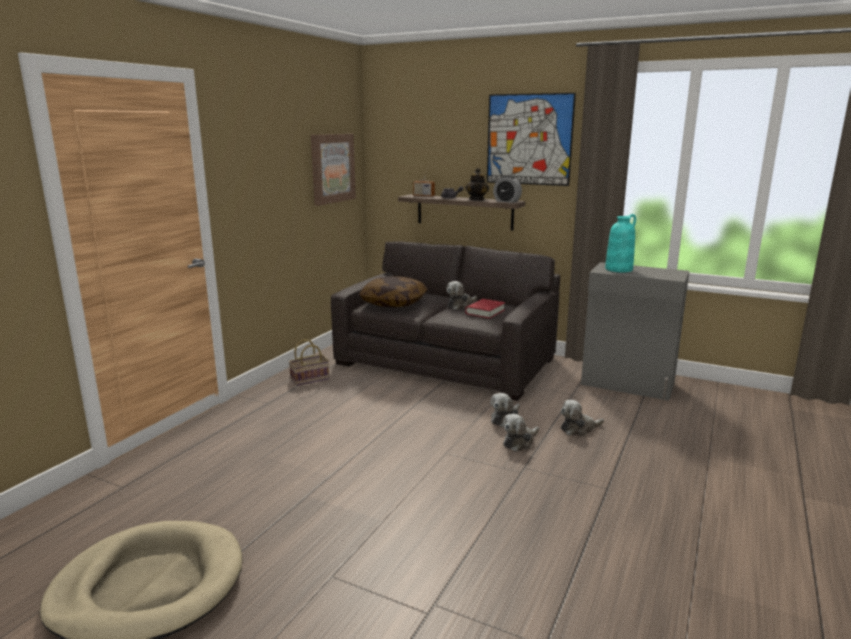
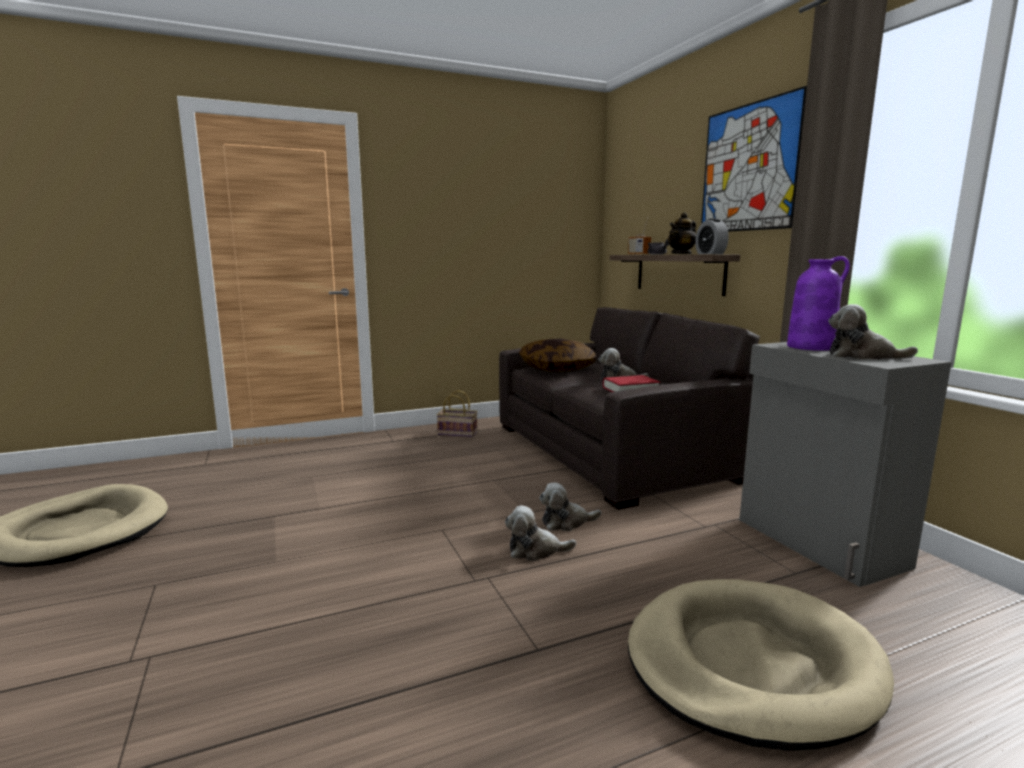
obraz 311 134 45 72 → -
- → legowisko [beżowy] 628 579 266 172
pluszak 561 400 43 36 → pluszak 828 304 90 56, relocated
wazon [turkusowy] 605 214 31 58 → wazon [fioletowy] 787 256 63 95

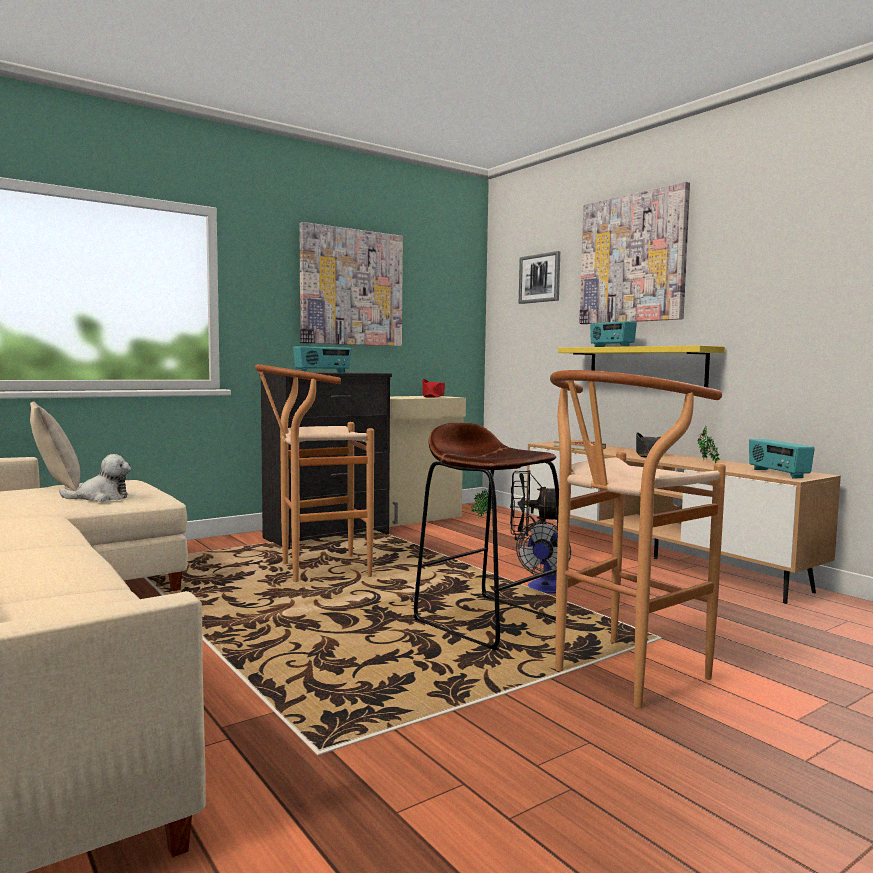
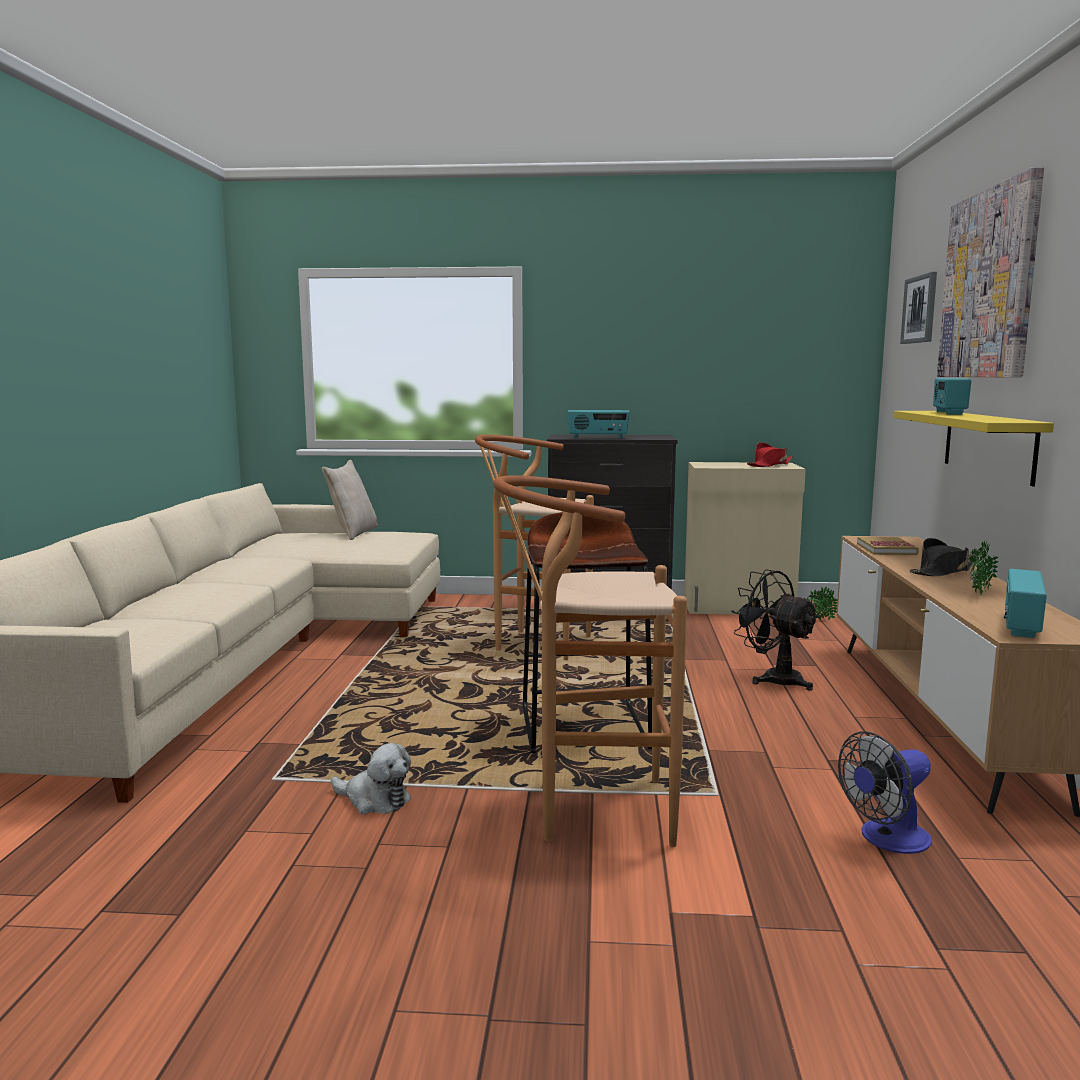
obraz 300 222 103 124 → -
pluszak 59 454 72 48 → pluszak 331 743 80 71, relocated
wentylator 516 522 55 71 → wentylator 838 731 94 123, relocated

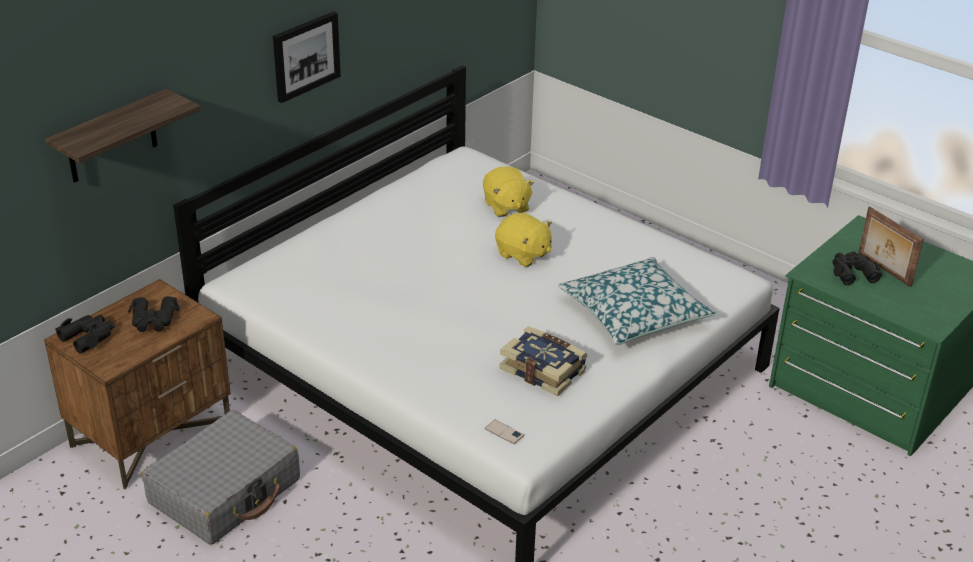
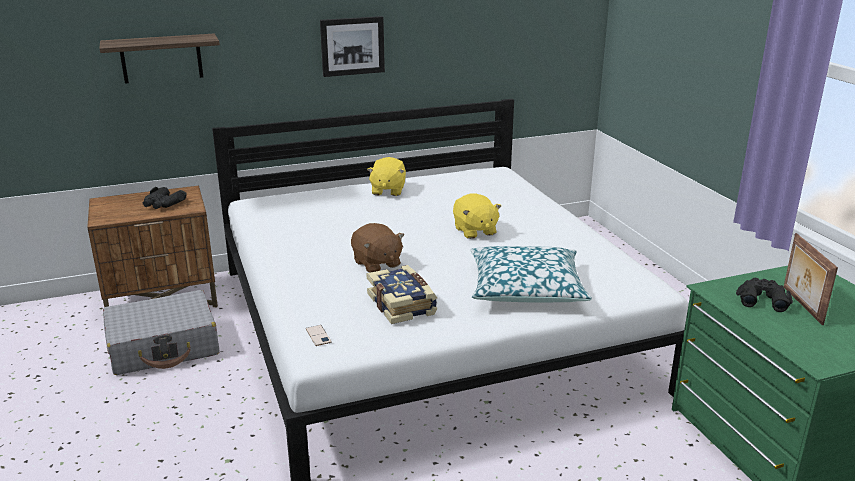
lornetka [czarny] 55 314 60 40 → -
- → pluszak [brązowy] 351 223 53 50
pluszak [żółty] 483 167 52 50 → pluszak [żółty] 367 157 39 39, relocated

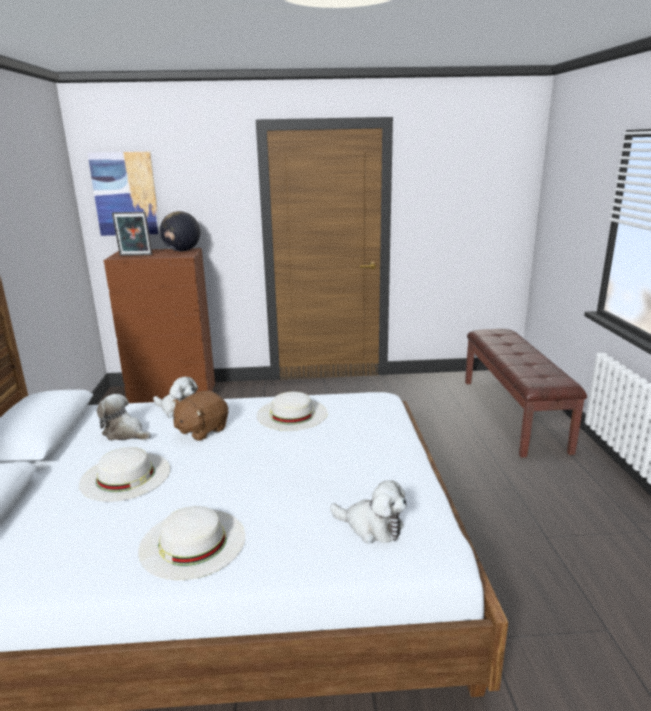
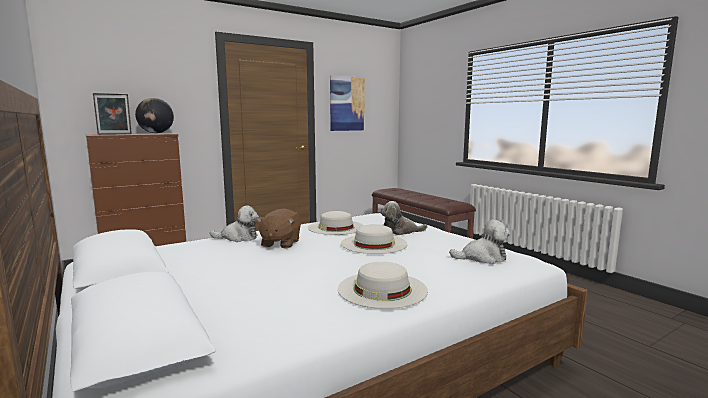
kapelusz [biały] 79 447 91 55 → kapelusz [biały] 341 224 66 30, relocated
obraz 88 152 72 84 → obraz 330 75 35 56, relocated
pluszak 97 394 54 46 → pluszak 380 201 47 34, relocated

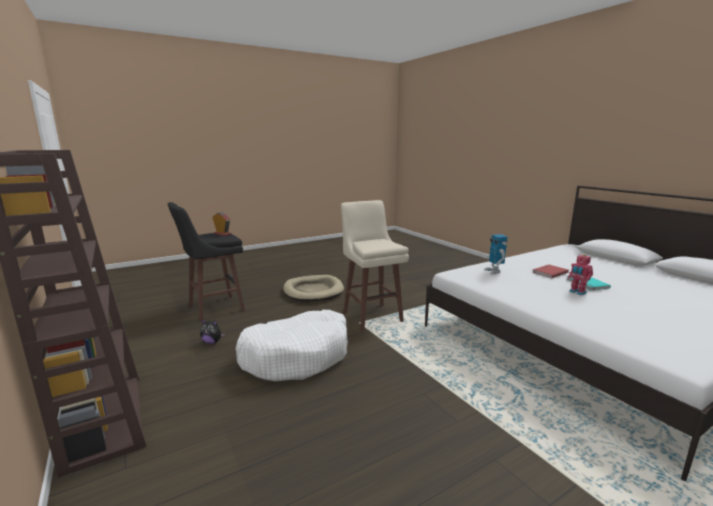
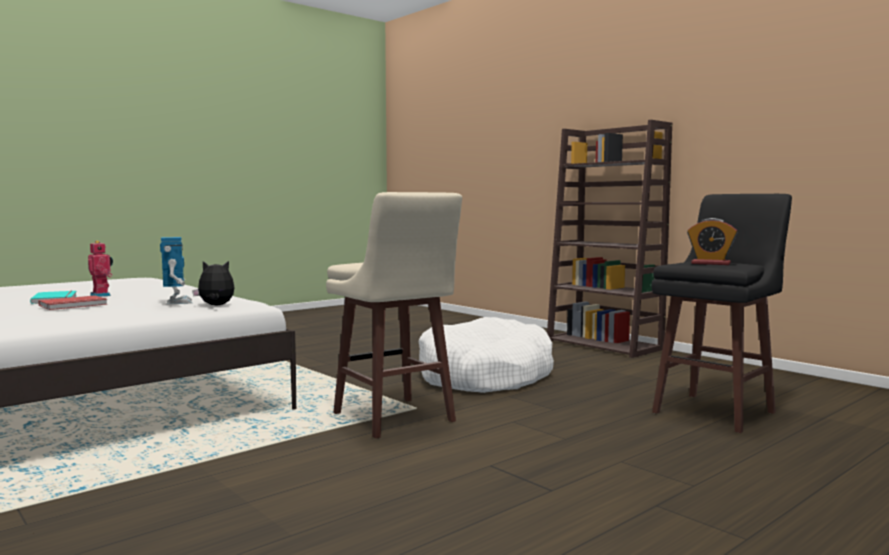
legowisko [beżowy] 283 275 61 27 → -
pluszak 200 320 25 24 → pluszak 192 261 43 44, relocated

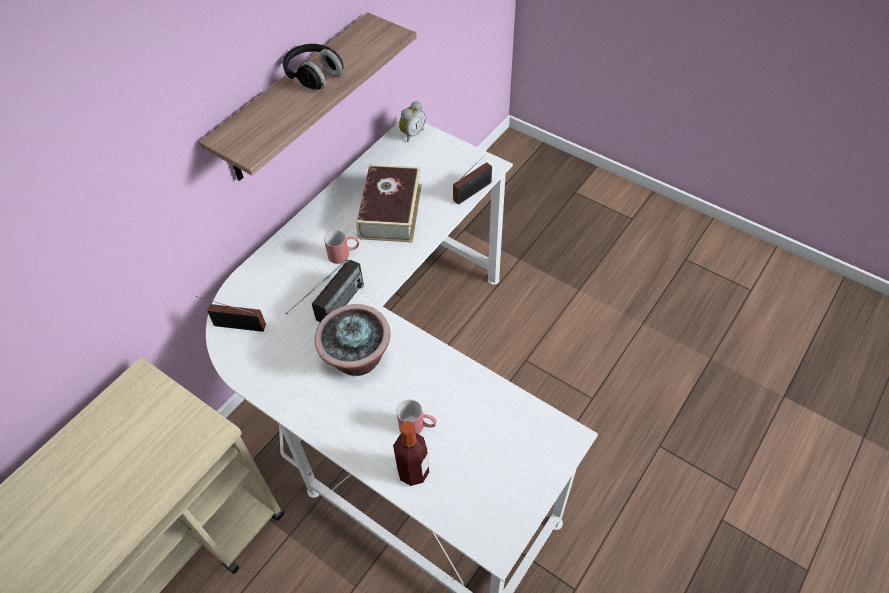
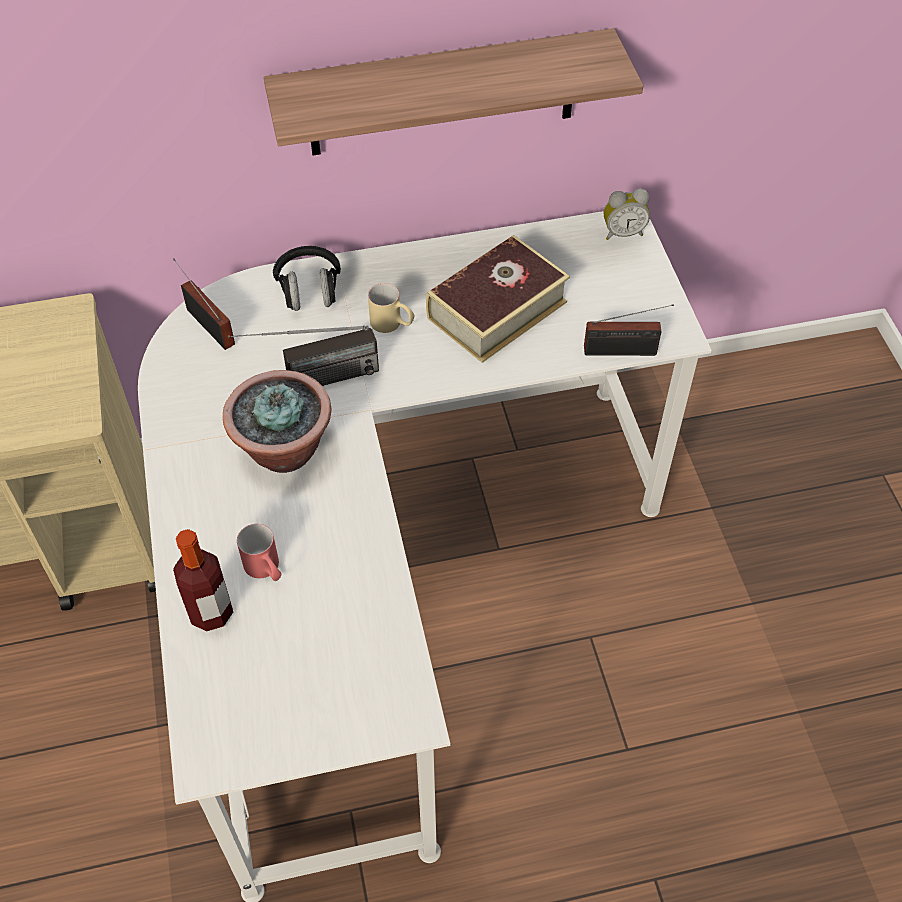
słuchawki [czarny] 282 44 62 46 → słuchawki [czarny] 273 246 68 65, relocated
kubek [czerwony] 324 230 35 34 → kubek [beżowy] 368 283 46 50

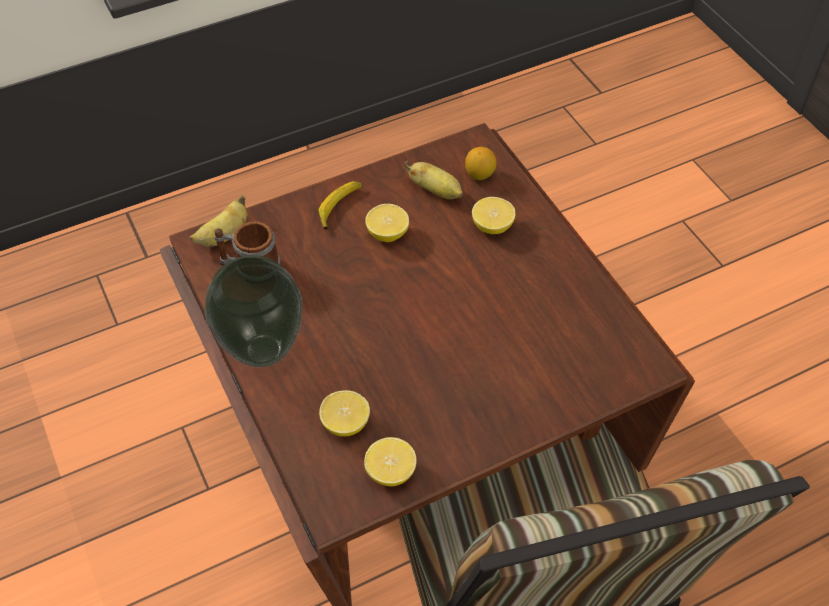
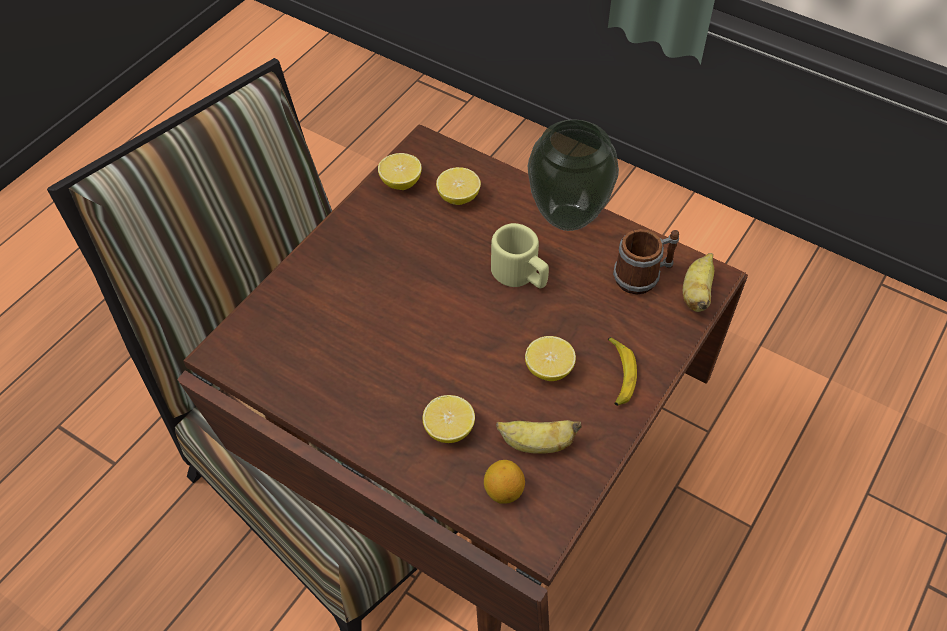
- → kubek [beżowy] 491 223 58 65

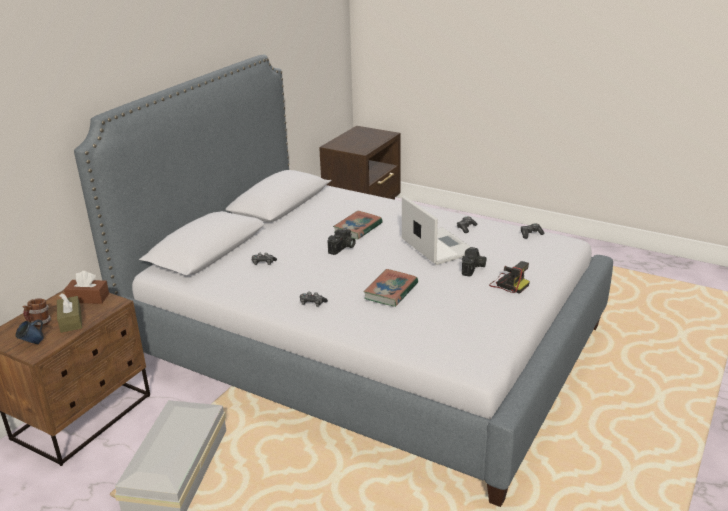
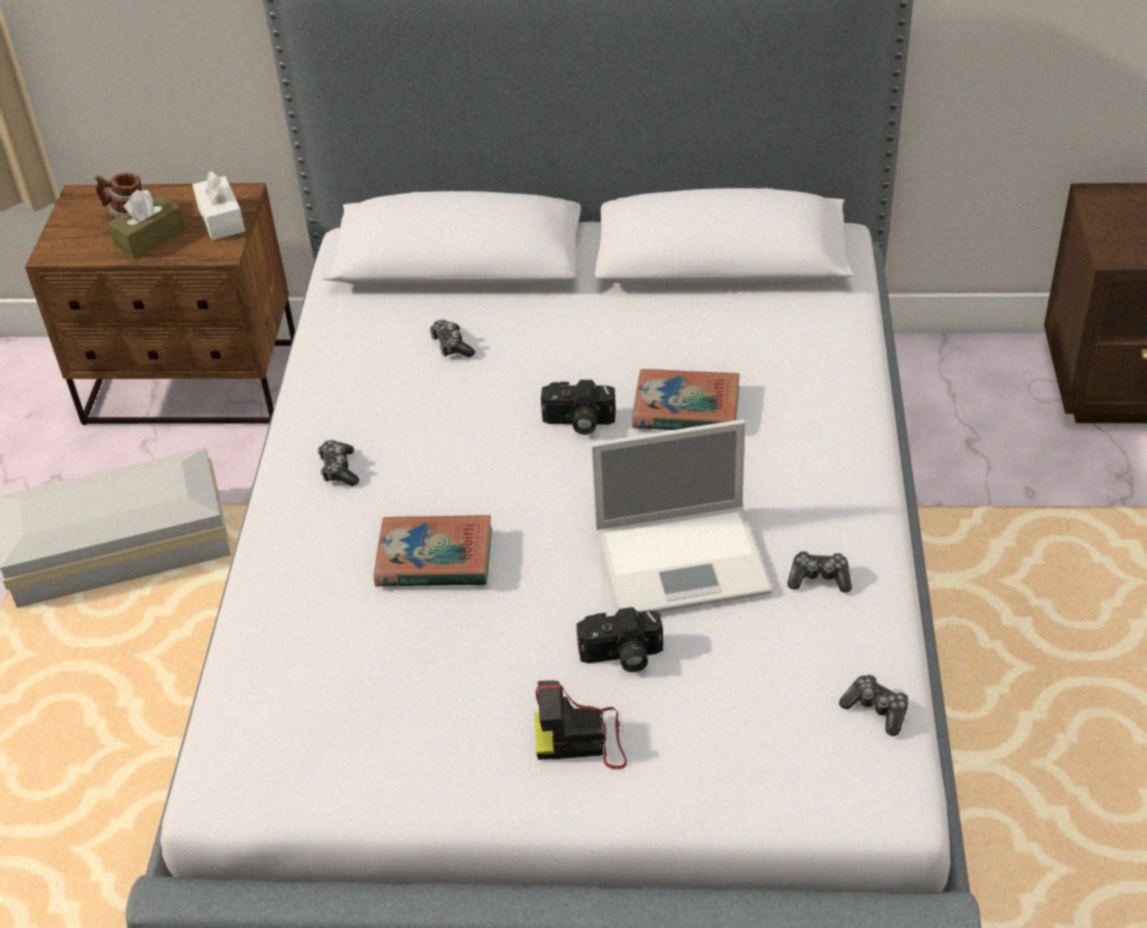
kubek [niebieski] 16 319 28 25 → -
pudełko chusteczek [brązowy] 64 271 45 33 → pudełko chusteczek [biały] 193 171 52 69
laptop 402 196 69 69 → laptop 591 419 181 193, 45 degrees clockwise
aparat fotograficzny 489 261 41 33 → aparat fotograficzny 534 680 93 89, 75 degrees clockwise

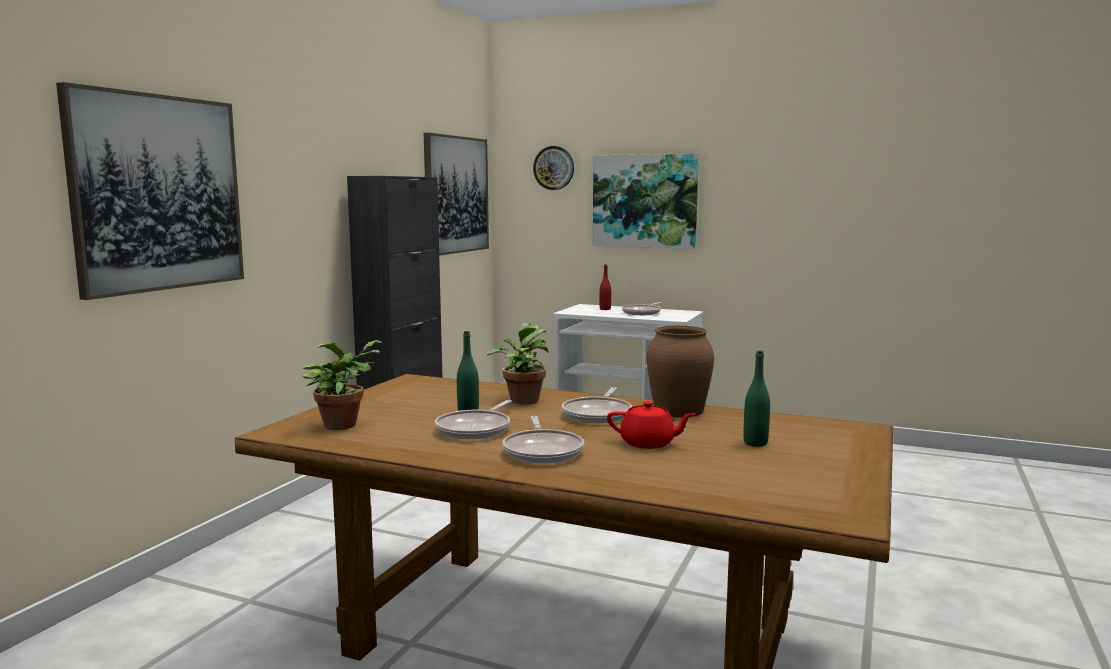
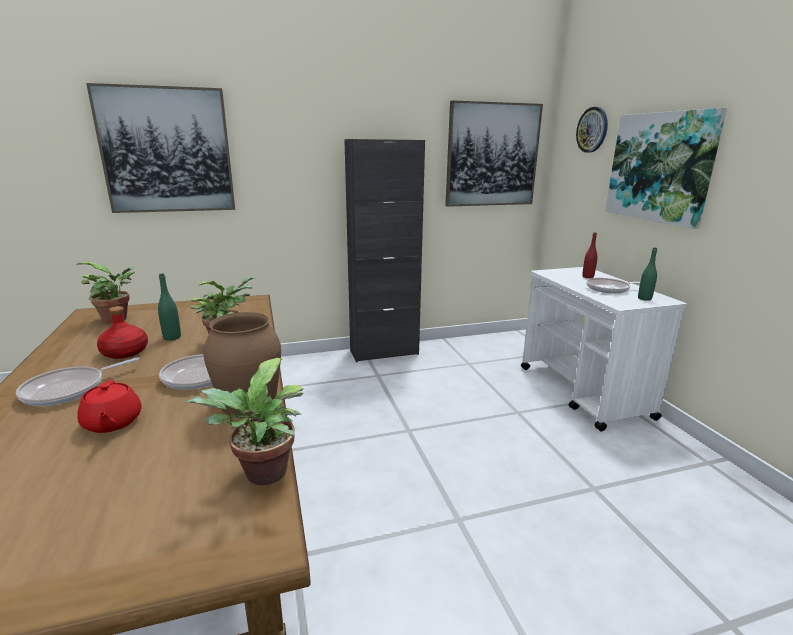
- → roślina doniczkowa 184 358 119 127
butelka [zielony] 744 351 26 96 → butelka [zielony] 638 247 19 54, relocated
patelnia 435 400 77 39 → butelka [czerwony] 97 306 51 53

